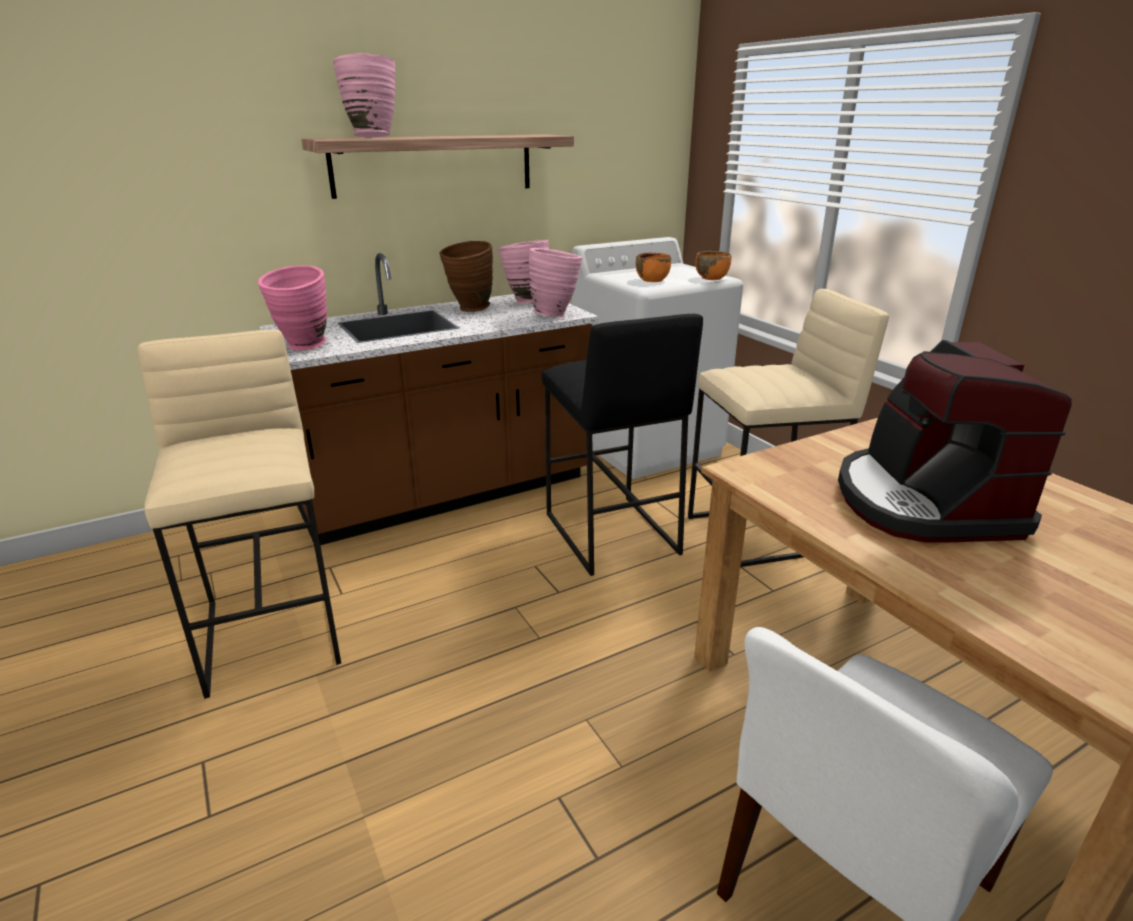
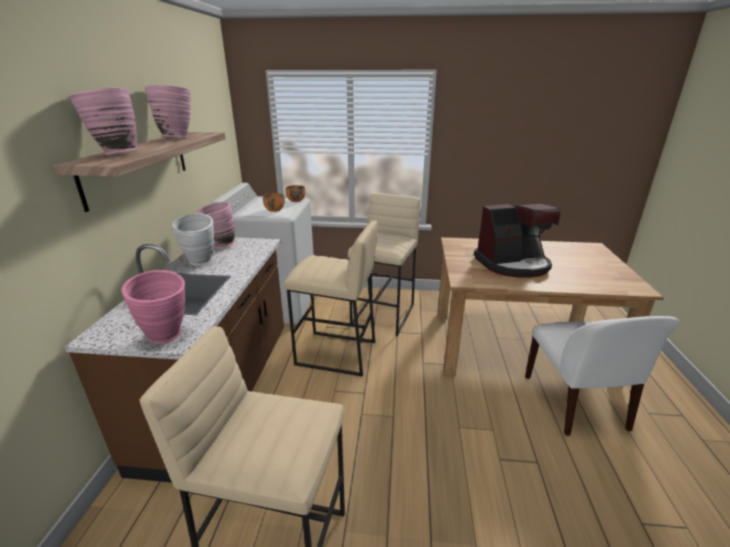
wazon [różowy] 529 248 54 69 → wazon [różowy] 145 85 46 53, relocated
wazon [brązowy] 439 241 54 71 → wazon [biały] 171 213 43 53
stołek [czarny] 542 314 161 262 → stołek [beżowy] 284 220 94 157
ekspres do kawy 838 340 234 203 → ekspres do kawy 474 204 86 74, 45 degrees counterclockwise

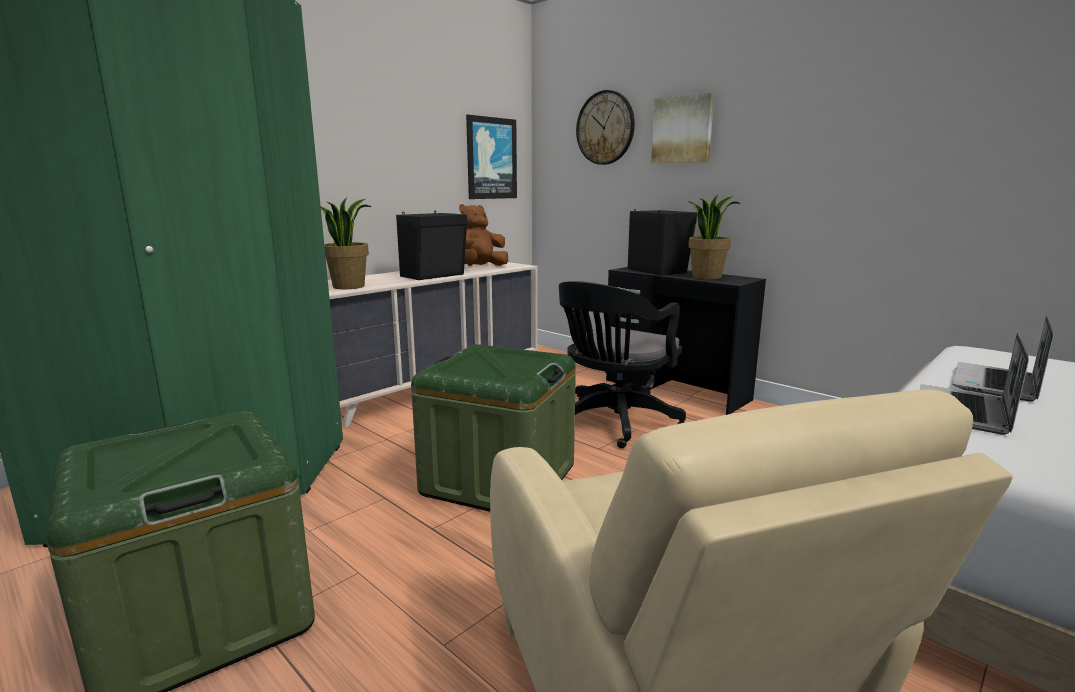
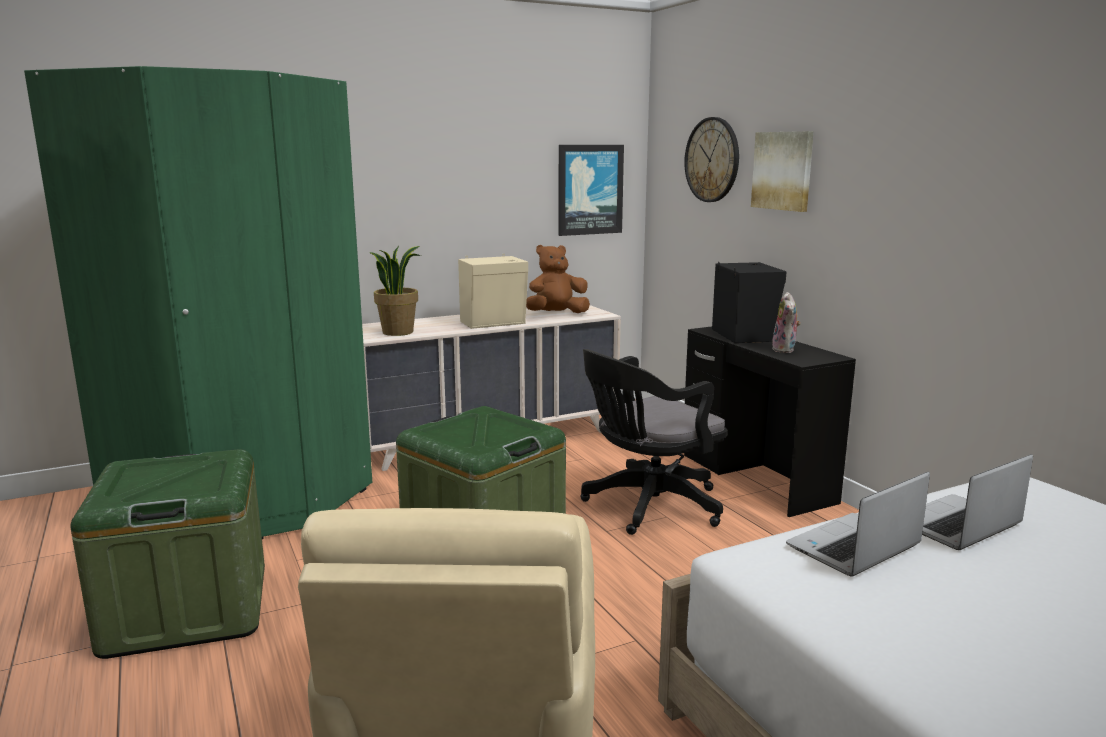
roślina doniczkowa 687 195 54 84 → pluszak 772 292 29 61
głośnik [czarny] 396 211 71 69 → głośnik [beżowy] 458 254 70 75

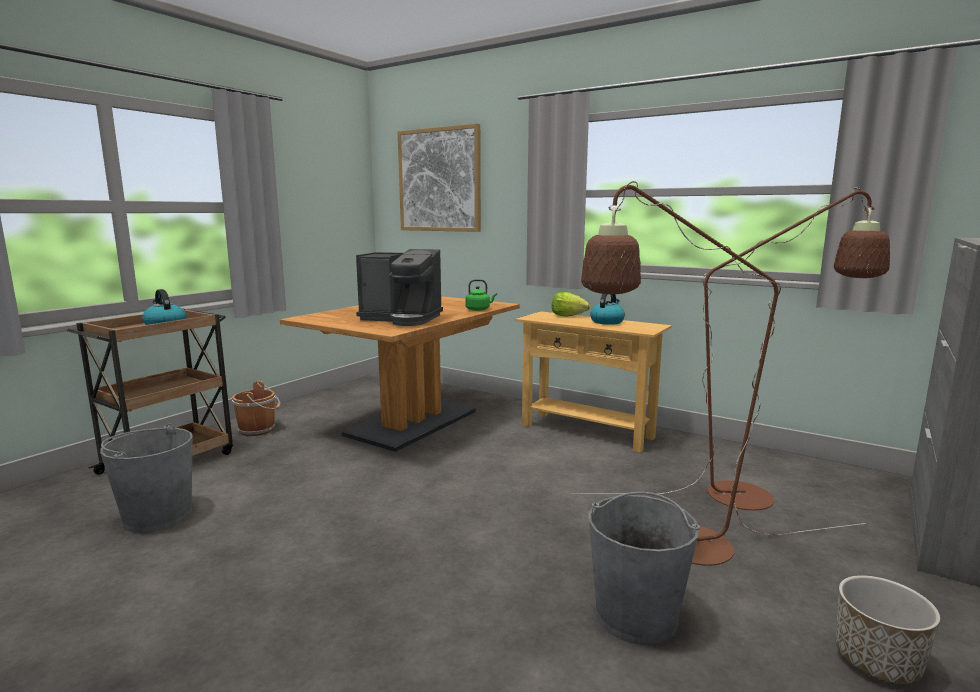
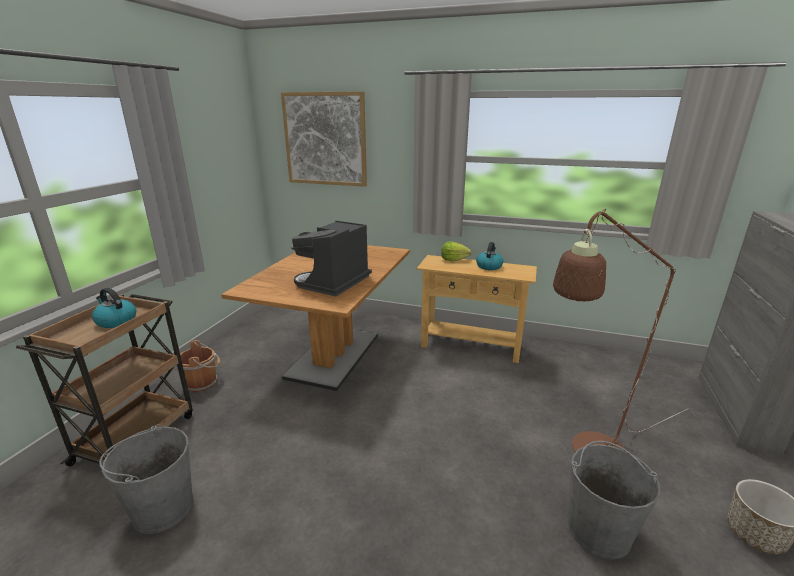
czajnik [zielony] 465 279 32 32 → -
lampa stojąca [brązowy] 571 188 319 322 → -
ekspres do kawy 356 249 87 77 → ekspres do kawy 291 221 81 76, 120 degrees clockwise

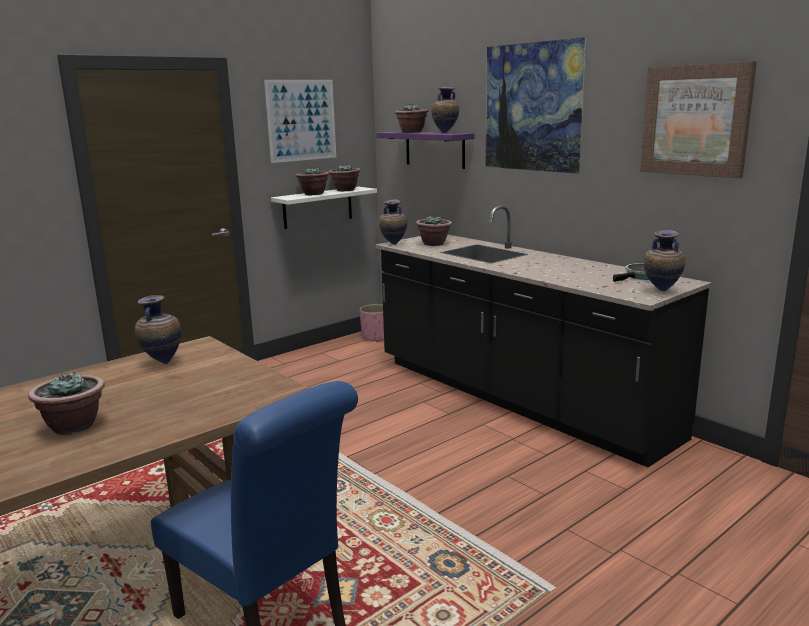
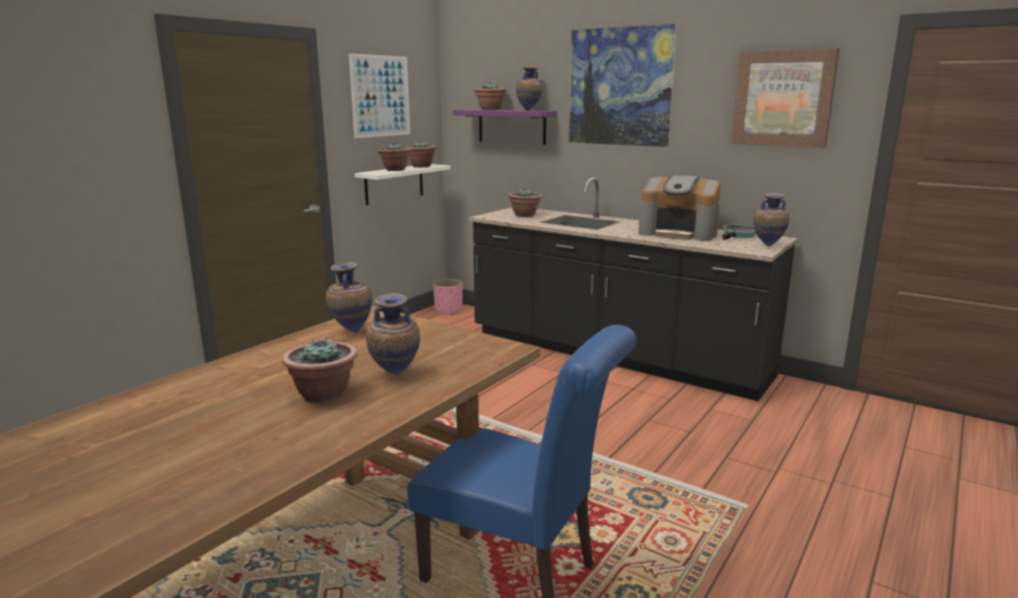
- → ekspres do kawy 638 175 83 66
wazon 379 200 28 44 → wazon 366 293 54 82, relocated

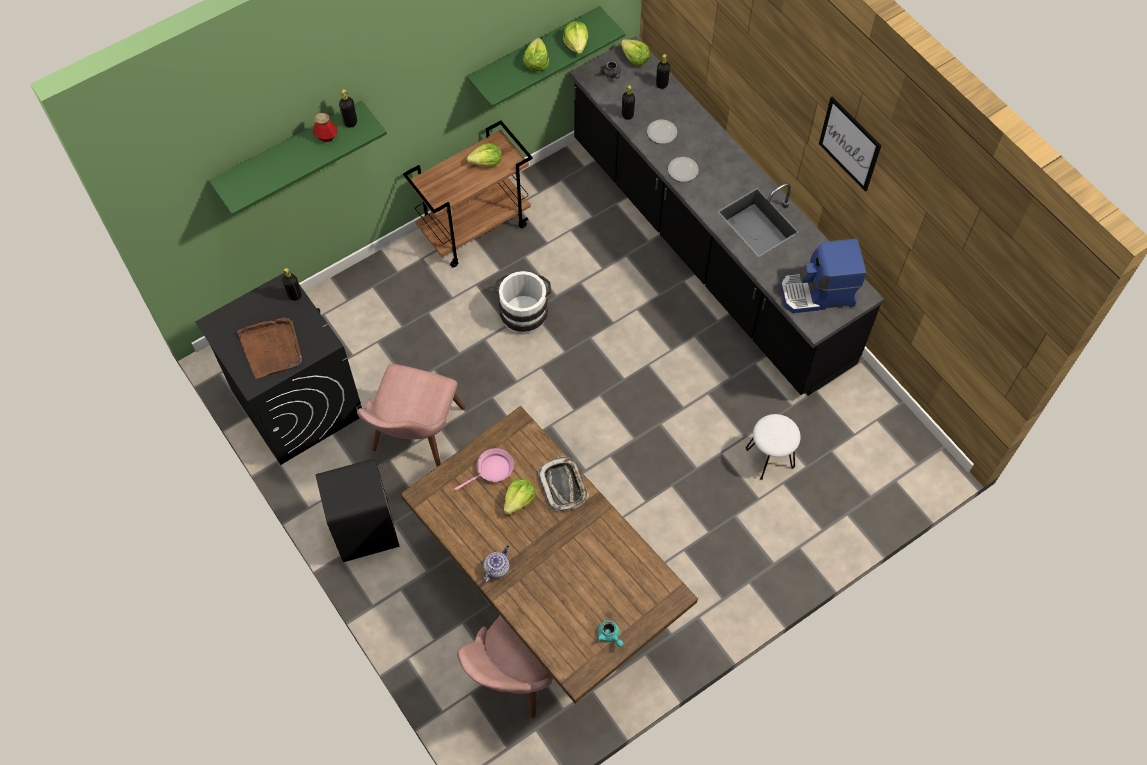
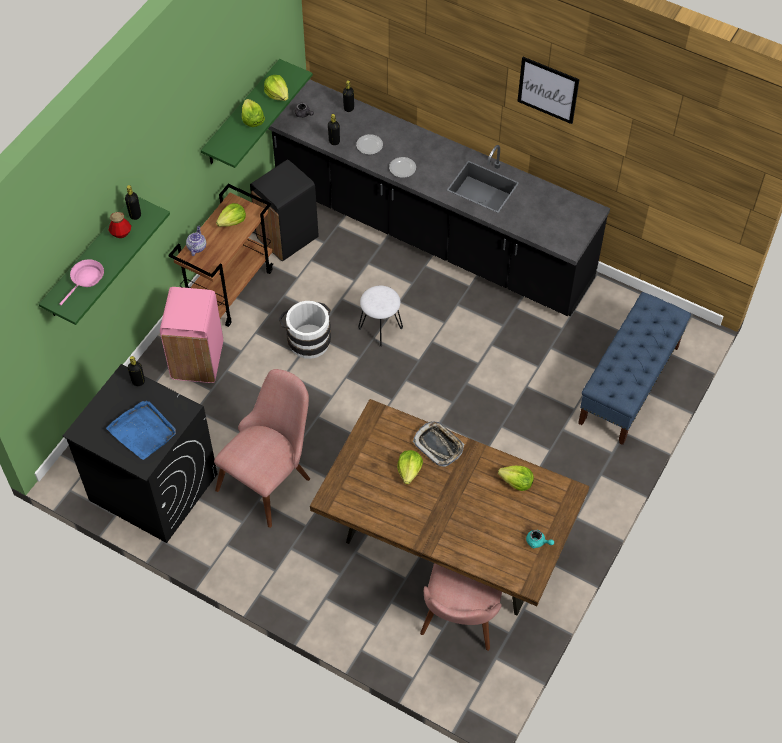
ekspres do kawy 780 239 86 74 → -
- → kosz na śmieci [różowy] 160 287 63 96
- → ławka [niebieski] 578 292 113 153
kosz na śmieci [czarny] 315 458 85 104 → kosz na śmieci [czarny] 250 159 68 102, relocated
patelnia [różowy] 454 448 60 43 → patelnia [różowy] 59 259 45 46, relocated
imbryk 483 545 26 38 → imbryk 186 226 20 30, relocated
sałata 620 39 30 27 → sałata 498 466 36 25, relocated
stołek [biały] 746 414 55 66 → stołek [biały] 358 286 45 61, relocated
taca [brązowy] 237 318 65 61 → taca [niebieski] 106 401 70 59
krzesło [różowy] 357 364 108 103 → krzesło [różowy] 214 369 96 159, 135 degrees counterclockwise

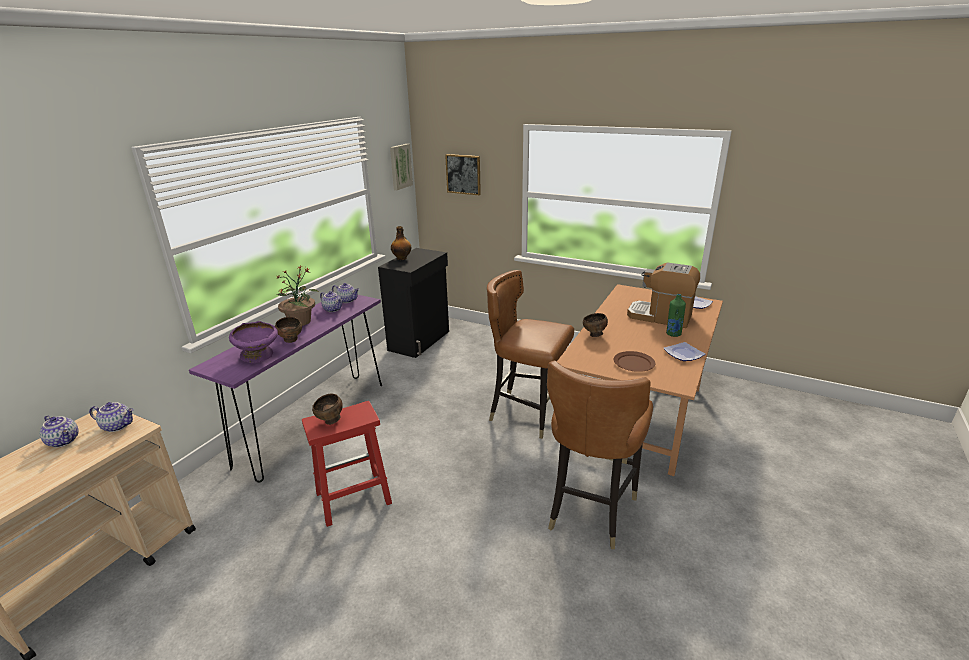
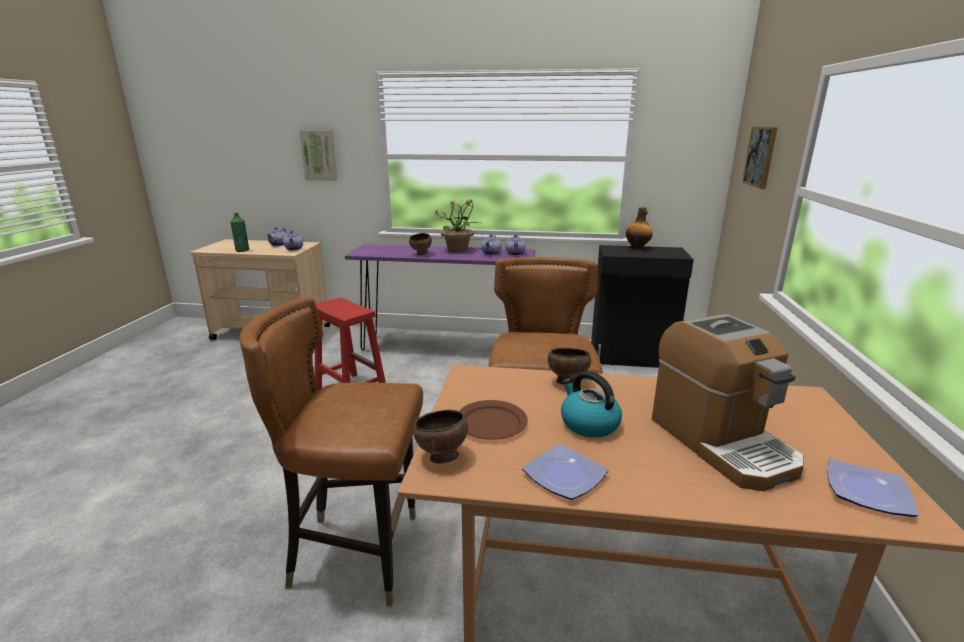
miska [fioletowy] 229 321 49 42 → -
- → czajnik 561 371 61 67
miska [brązowy] 312 394 31 31 → miska [brązowy] 413 410 55 54, relocated
obraz 390 144 23 46 → obraz 299 130 38 51, relocated
butelka [zielony] 666 294 20 43 → butelka [zielony] 230 213 19 39, relocated
ekspres do kawy 627 263 73 65 → ekspres do kawy 652 314 152 177, 150 degrees clockwise

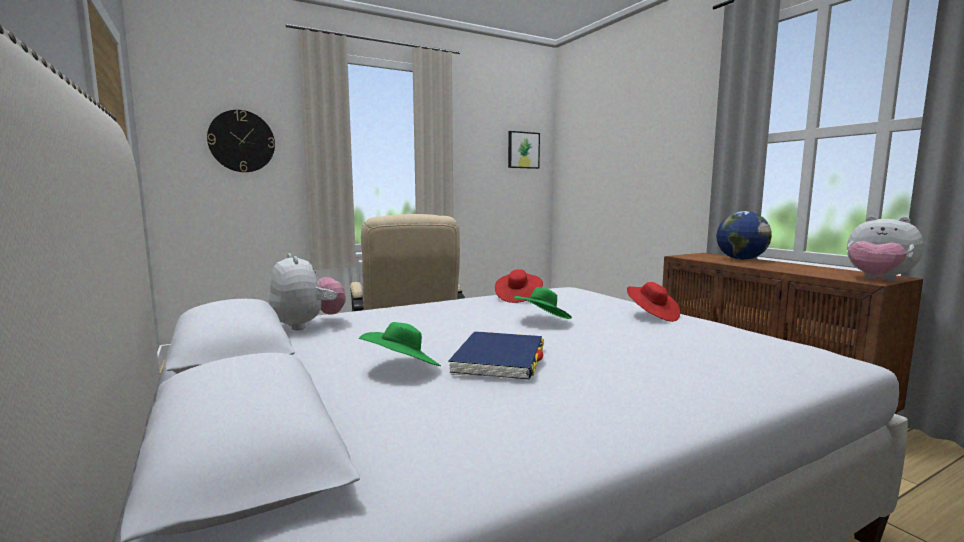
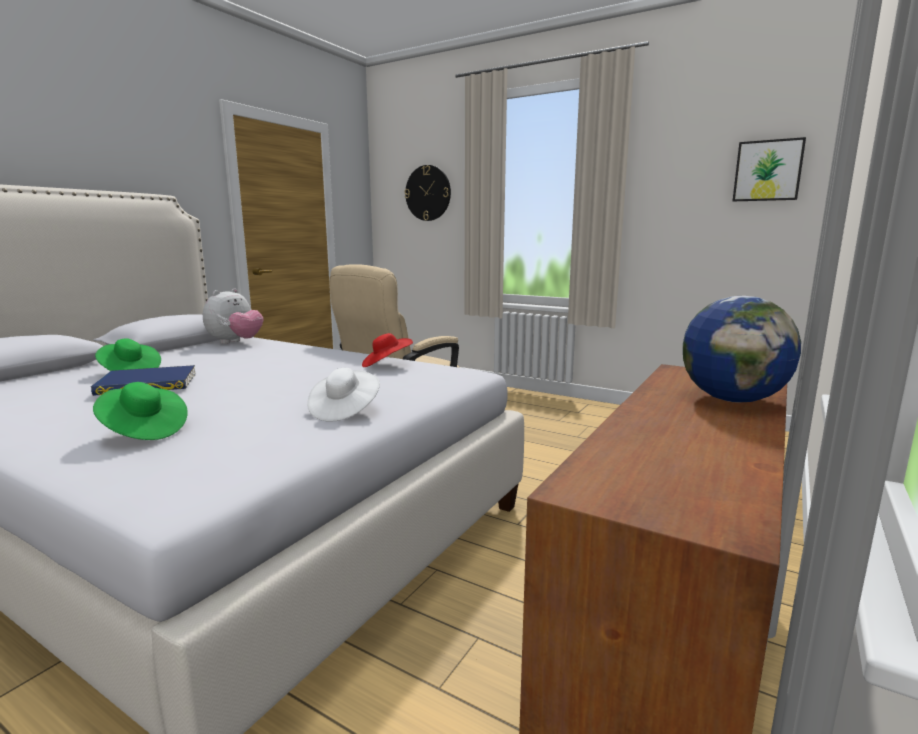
pluszak 847 216 77 65 → -
kapelusz [zielony] 514 287 58 32 → kapelusz [zielony] 93 382 95 58, relocated
kapelusz [czerwony] 627 282 53 40 → kapelusz [biały] 307 368 73 54

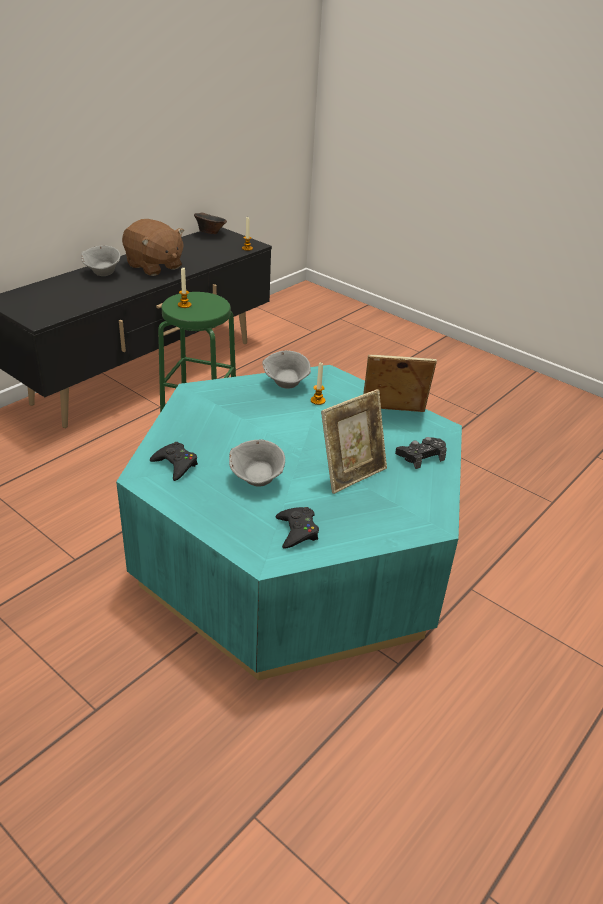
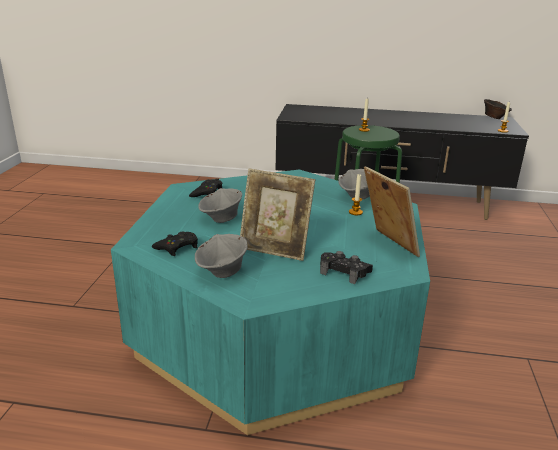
pluszak [brązowy] 122 219 62 57 → -
miska [szary] 81 245 39 31 → miska [szary] 195 234 53 44, relocated

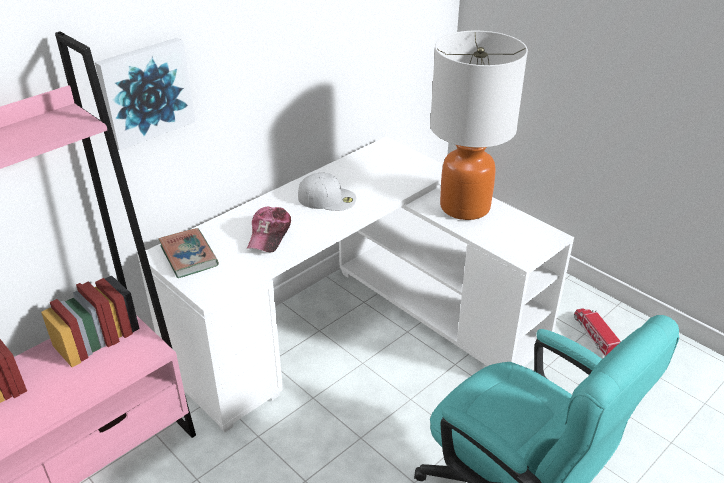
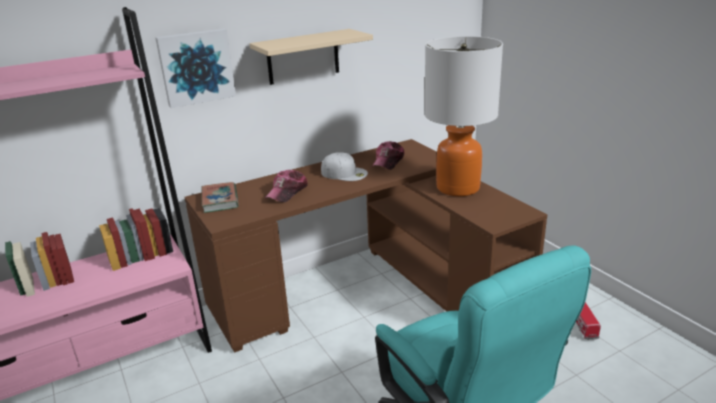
- → półka [beżowy] 249 29 124 56
- → czapka z daszkiem 372 141 33 29
biurko [biały] 137 137 437 295 → biurko [brązowy] 184 139 363 214

